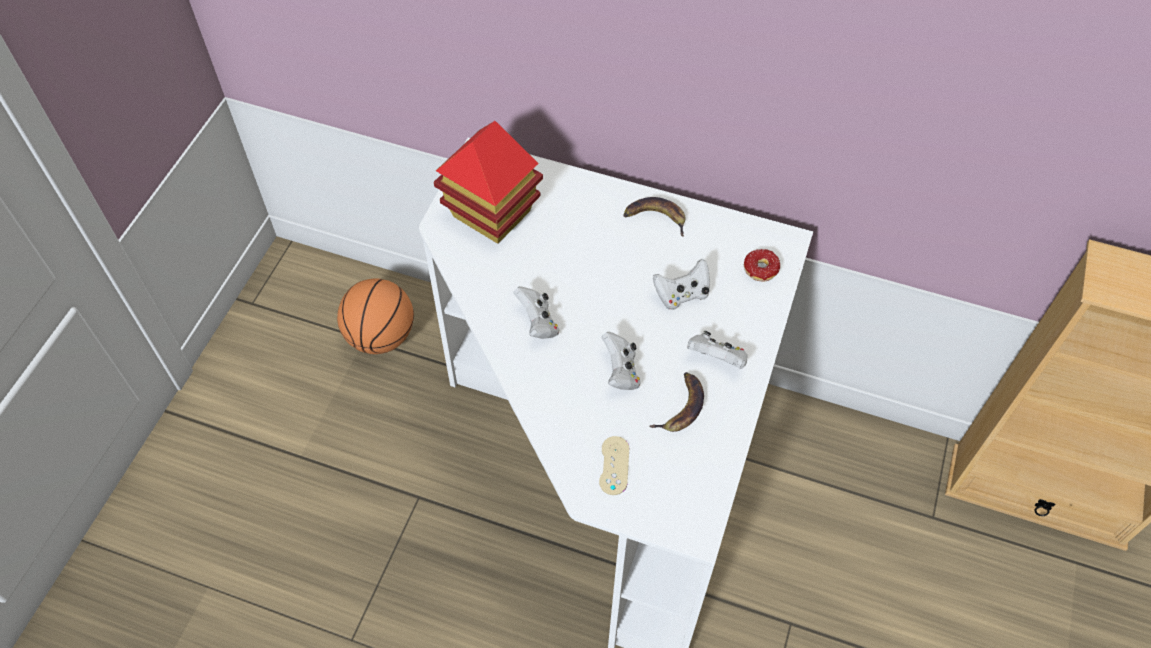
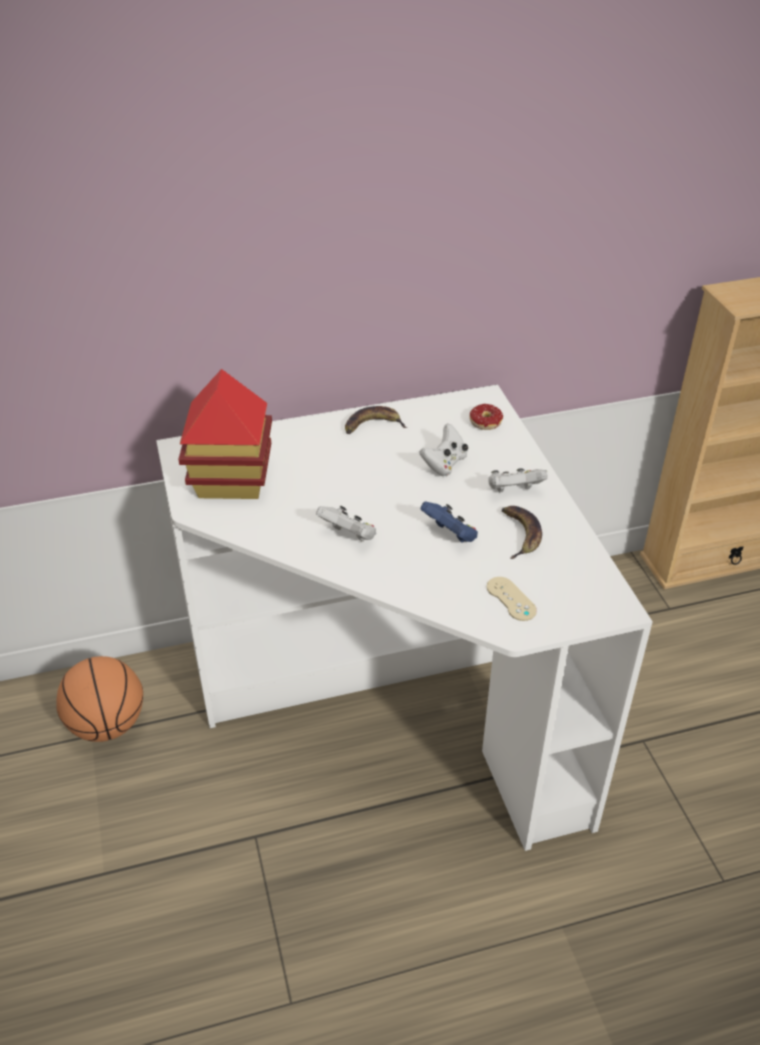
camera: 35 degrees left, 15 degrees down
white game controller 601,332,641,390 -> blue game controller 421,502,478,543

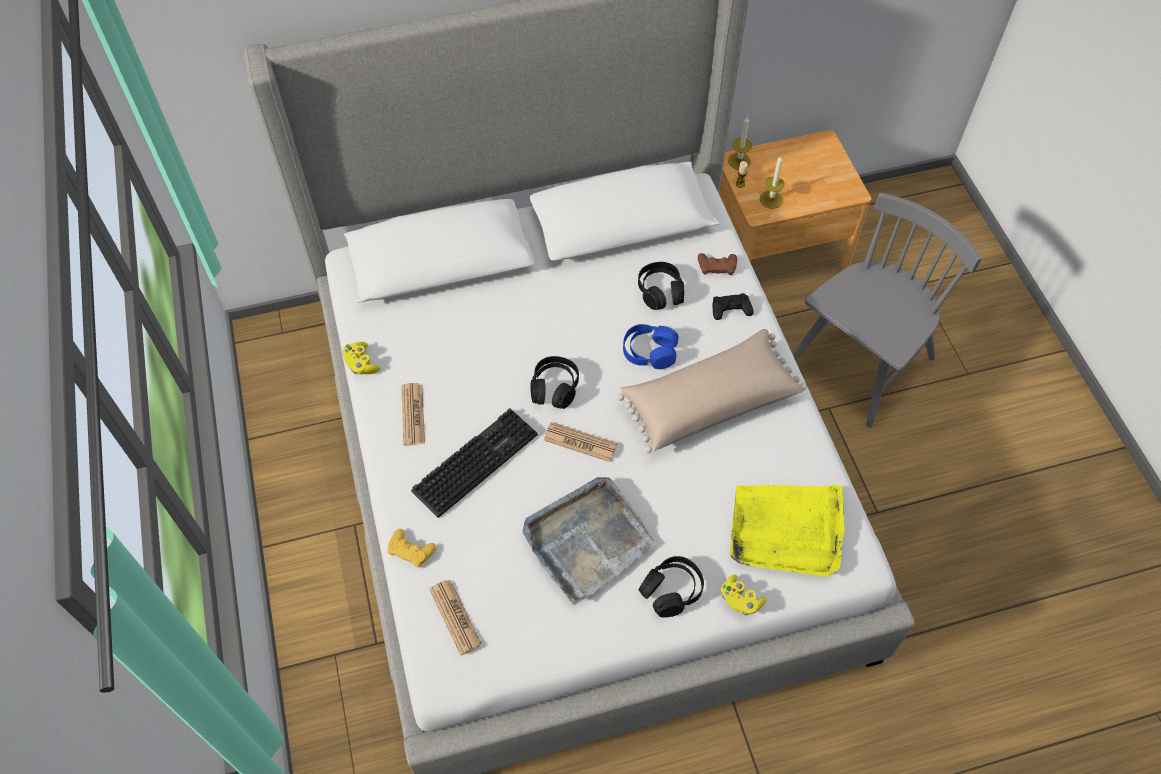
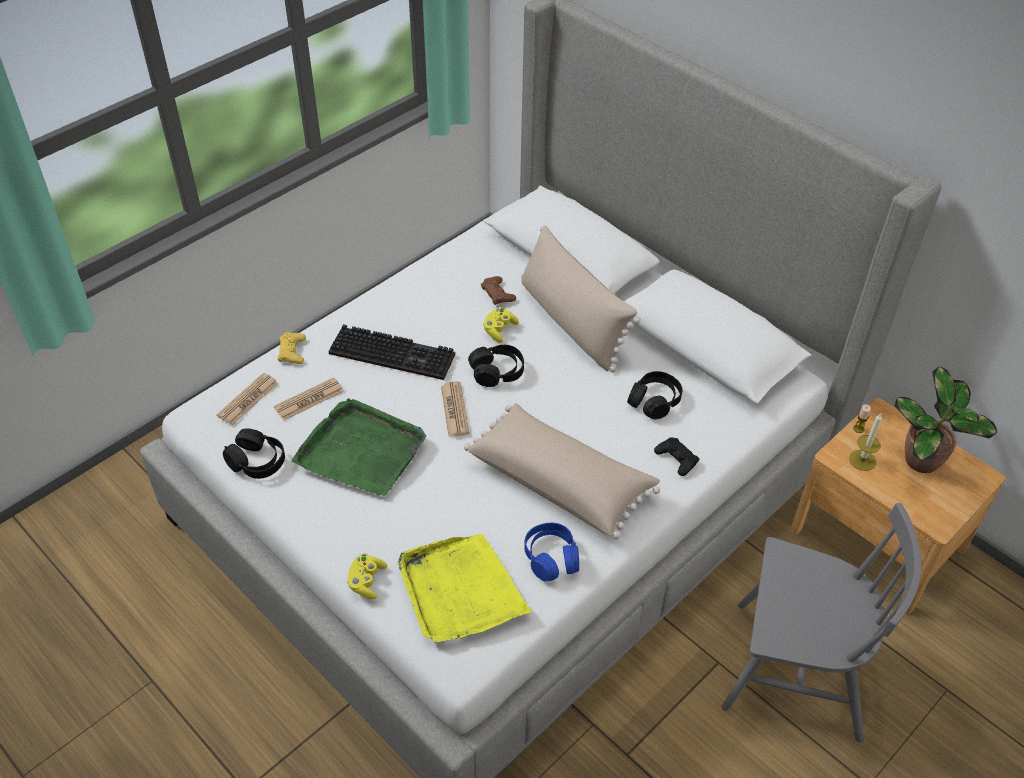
camera: 60 degrees right, 10 degrees down
yellow game controller 343,342,380,374 -> yellow game controller 483,307,519,343, move
newspaper 401,383,425,446 -> newspaper 274,377,344,421, move
grey tray 522,477,655,605 -> green tray 292,398,426,496
blue headphones 623,324,679,369 -> blue headphones 524,523,579,582, move
black headphones 639,556,704,618 -> black headphones 223,428,285,479, move
brown game controller 698,253,737,275 -> brown game controller 481,276,516,305, move
candle 728,117,752,169 -> none
none -> beige pillow 521,225,641,372
none -> potted plant 895,367,997,473

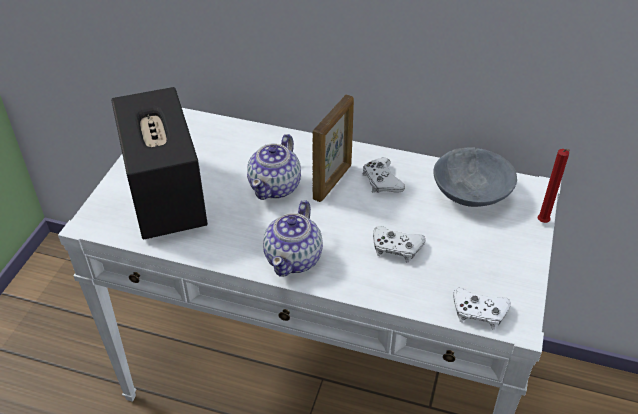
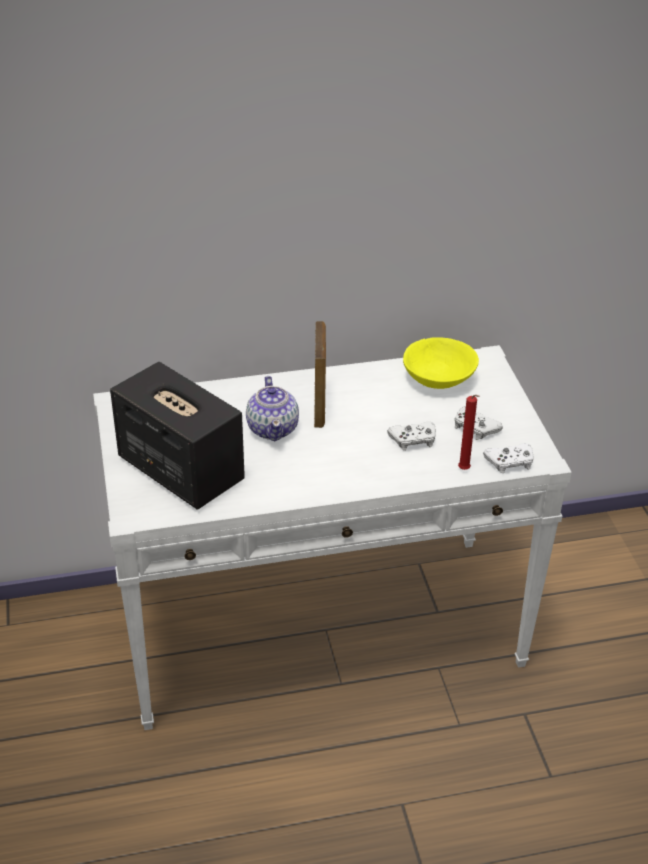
camera: 30 degrees left, 5 degrees down
teapot 263,200,323,277 -> none
white game controller 363,158,405,193 -> white game controller 455,406,503,440, move
grey bowl 433,147,517,207 -> yellow bowl 403,337,479,389
red candle 538,149,570,223 -> red candle 458,395,480,470, move

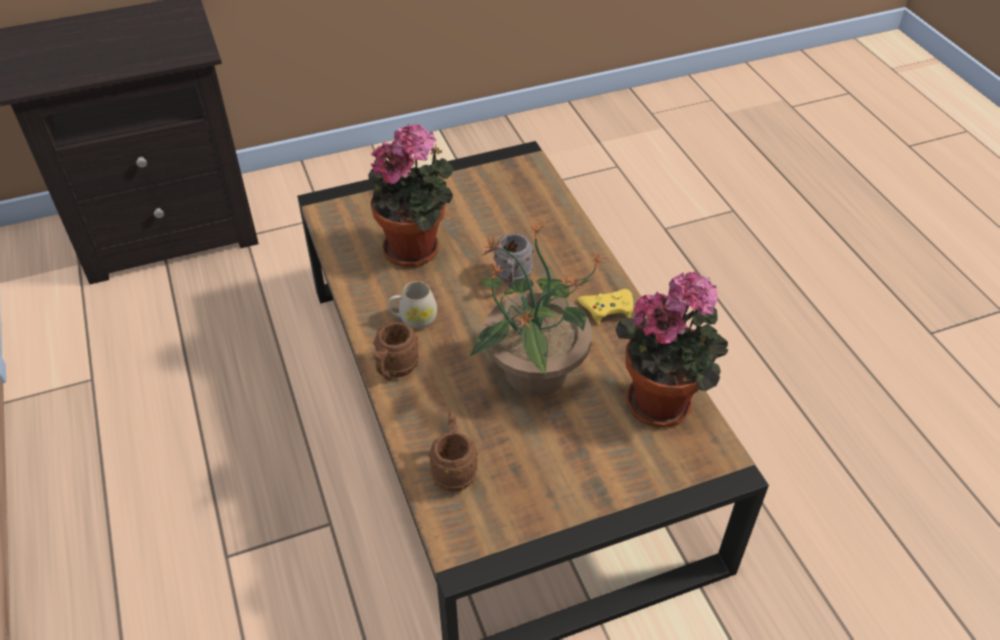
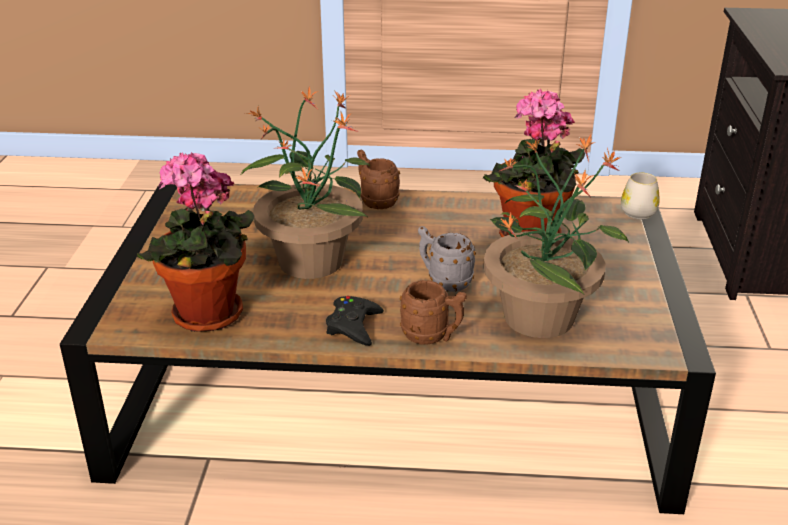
camera: 115 degrees right, 15 degrees down
white mug 387,281,437,329 -> white mug 621,172,660,219, move
brown mug 428,412,478,492 -> brown mug 399,280,467,344, move
yellow game controller 578,289,633,324 -> black game controller 326,296,384,346
none -> potted plant 483,135,629,338

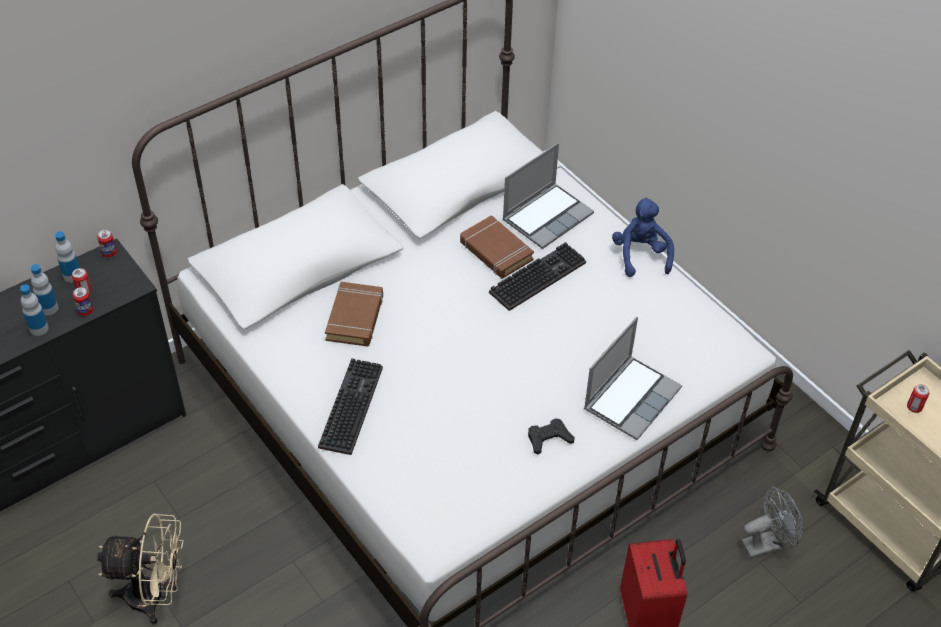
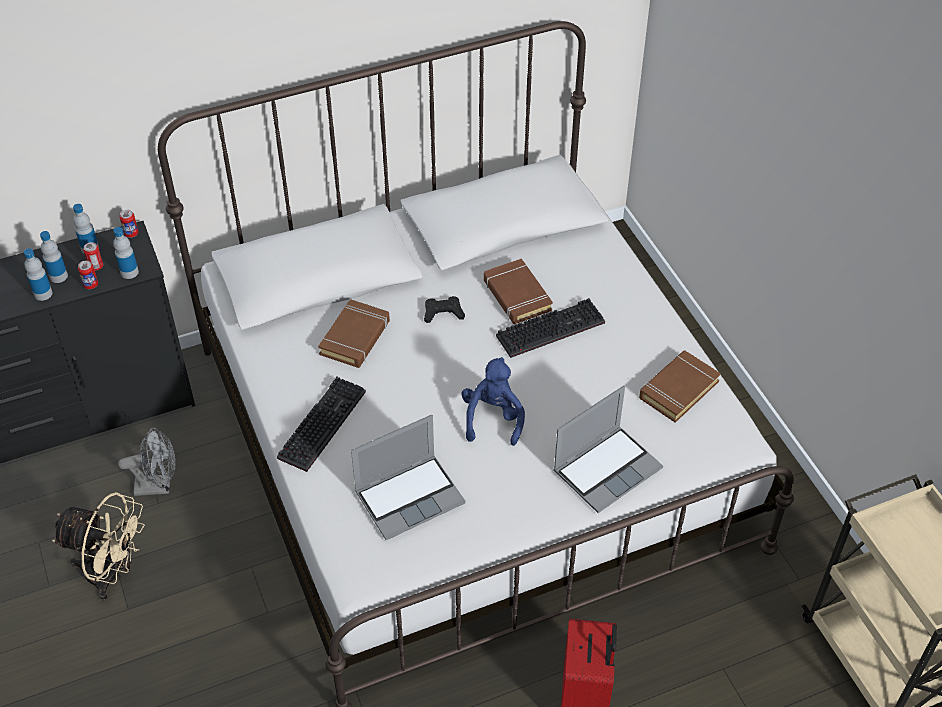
camera: 15 degrees right, 0 degrees up
laptop 503,143,594,249 -> laptop 351,415,466,540, move
black game controller 528,419,575,455 -> black game controller 424,296,465,323, move
blue plush toy 612,198,674,277 -> blue plush toy 461,357,525,446, move
grey fan 741,486,803,559 -> grey fan 118,428,176,496, move
can 907,384,929,413 -> none
none -> bottle 113,227,139,279
none -> brown book 639,350,721,423

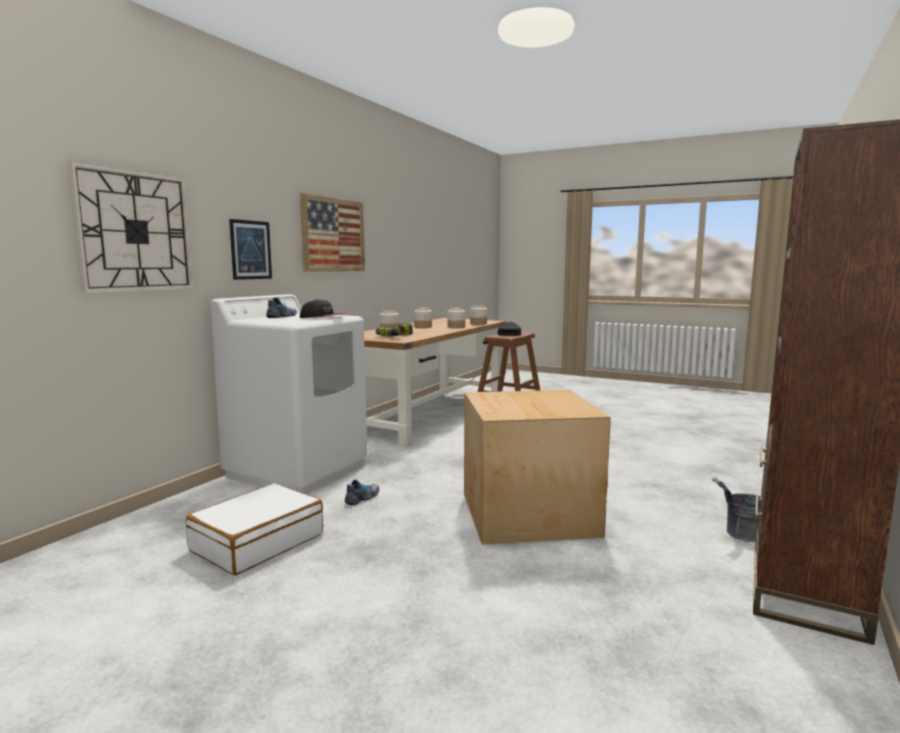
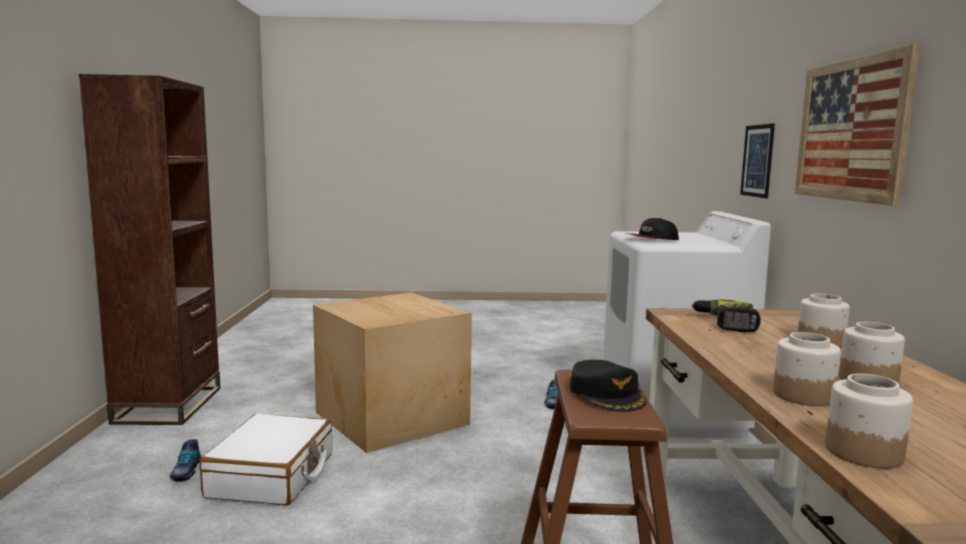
camera: 150 degrees right, 0 degrees up
wall clock 67,161,194,294 -> none
white suitcase 186,483,323,575 -> white suitcase 199,414,332,506, move
shoe 266,297,297,318 -> shoe 169,439,201,482, move
grey bucket 712,477,761,542 -> none

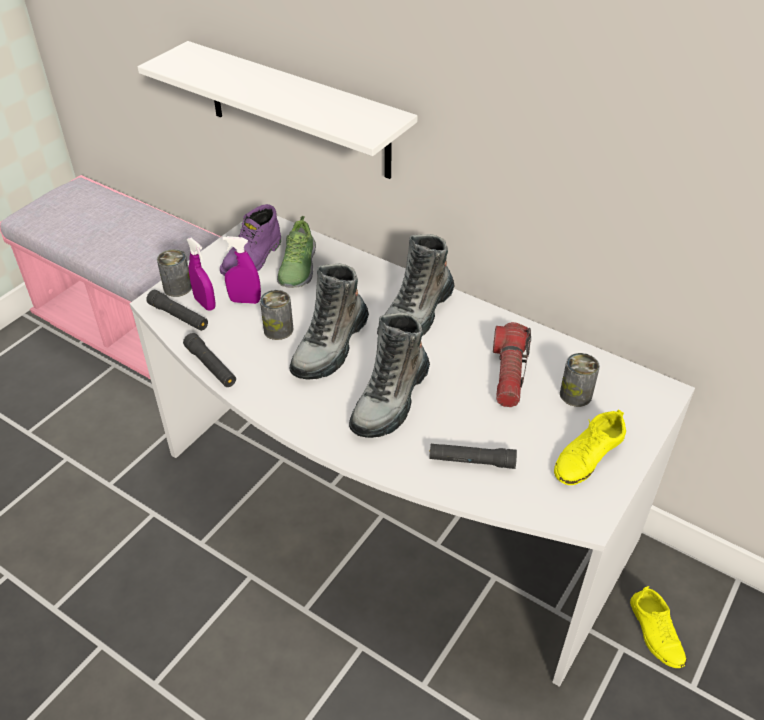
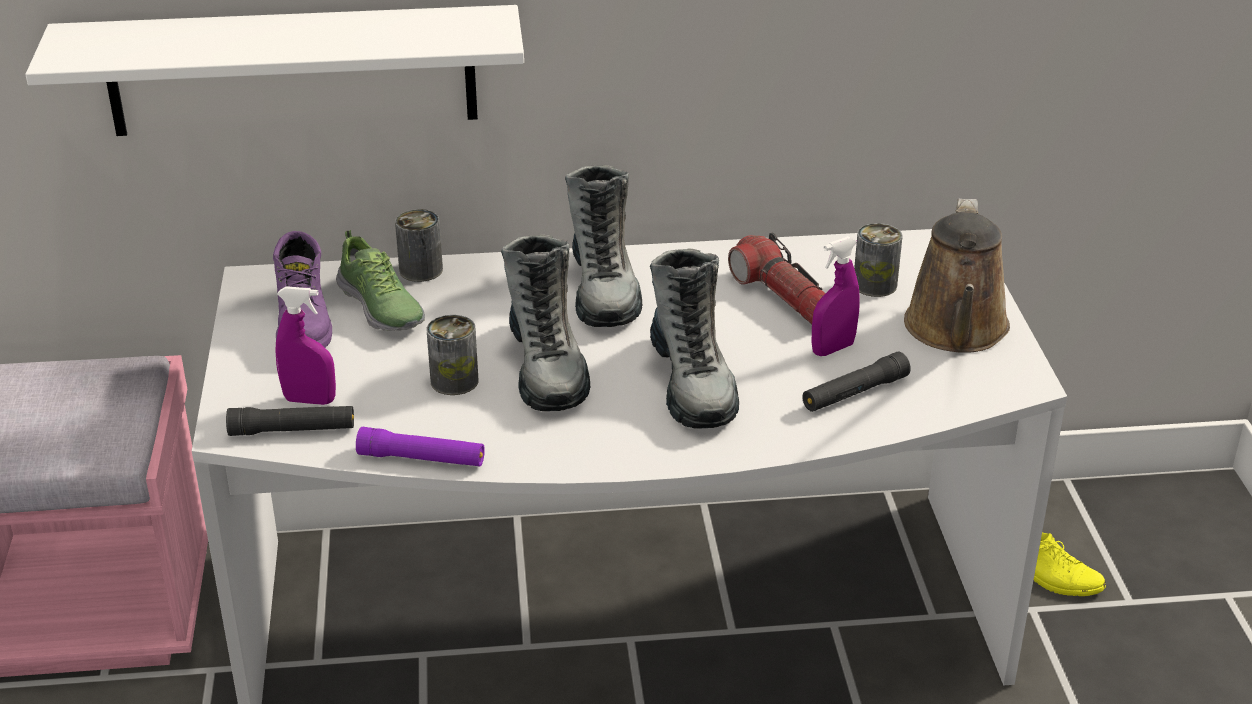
camera: 40 degrees left, 10 degrees down
can 157,249,192,297 -> can 395,209,443,282, move
black flashlight 183,333,236,387 -> purple flashlight 356,427,485,466
purple spray bottle 223,236,261,304 -> purple spray bottle 812,236,860,356, move
yellow shoe 554,409,626,485 -> brown watering can 904,199,1010,353

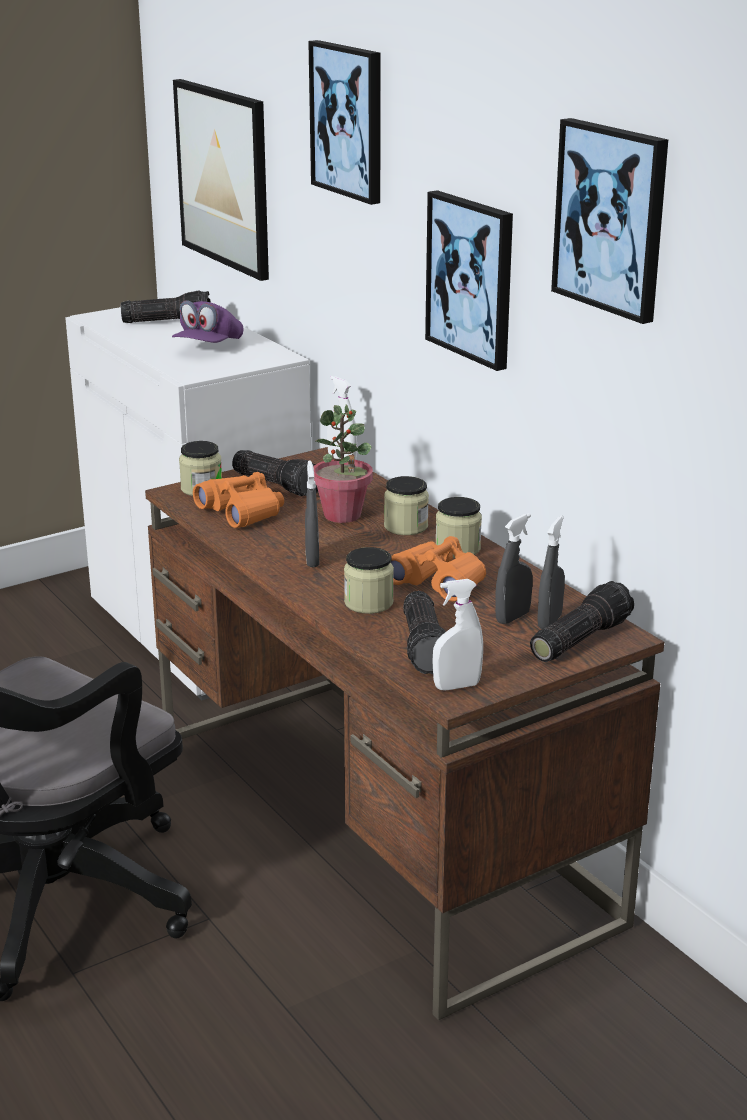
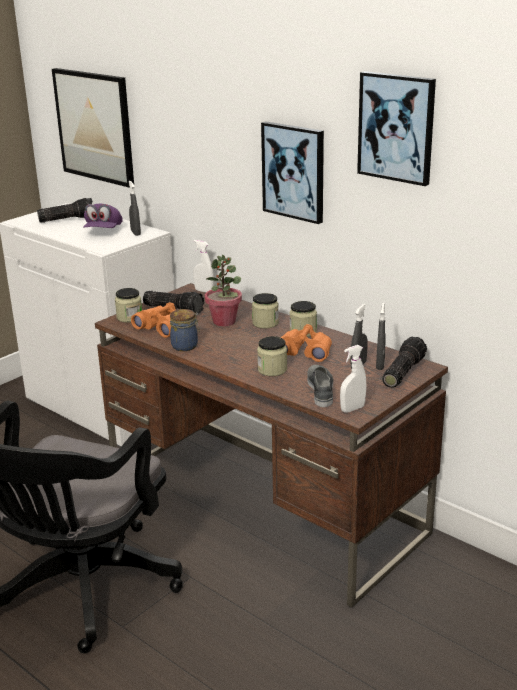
camera: 15 degrees left, 0 degrees up
grey spray bottle 305,460,319,567 -> grey spray bottle 129,181,141,236, move
picture 308,40,381,205 -> none
flashlight 403,591,446,674 -> grey shoe 307,365,333,407
none -> jar 170,309,200,351

